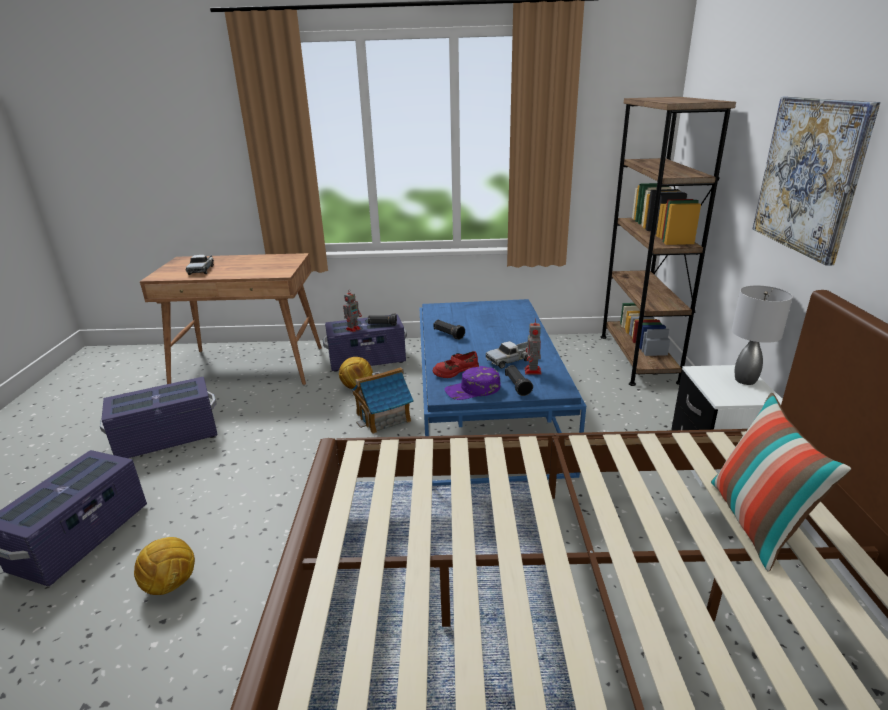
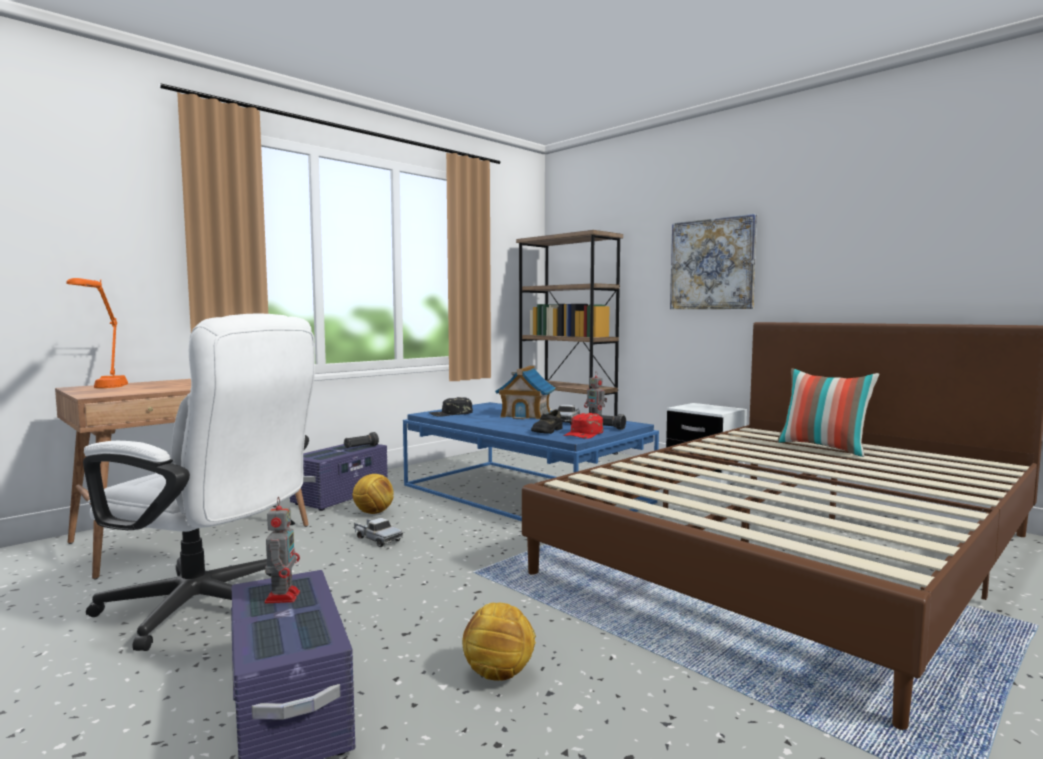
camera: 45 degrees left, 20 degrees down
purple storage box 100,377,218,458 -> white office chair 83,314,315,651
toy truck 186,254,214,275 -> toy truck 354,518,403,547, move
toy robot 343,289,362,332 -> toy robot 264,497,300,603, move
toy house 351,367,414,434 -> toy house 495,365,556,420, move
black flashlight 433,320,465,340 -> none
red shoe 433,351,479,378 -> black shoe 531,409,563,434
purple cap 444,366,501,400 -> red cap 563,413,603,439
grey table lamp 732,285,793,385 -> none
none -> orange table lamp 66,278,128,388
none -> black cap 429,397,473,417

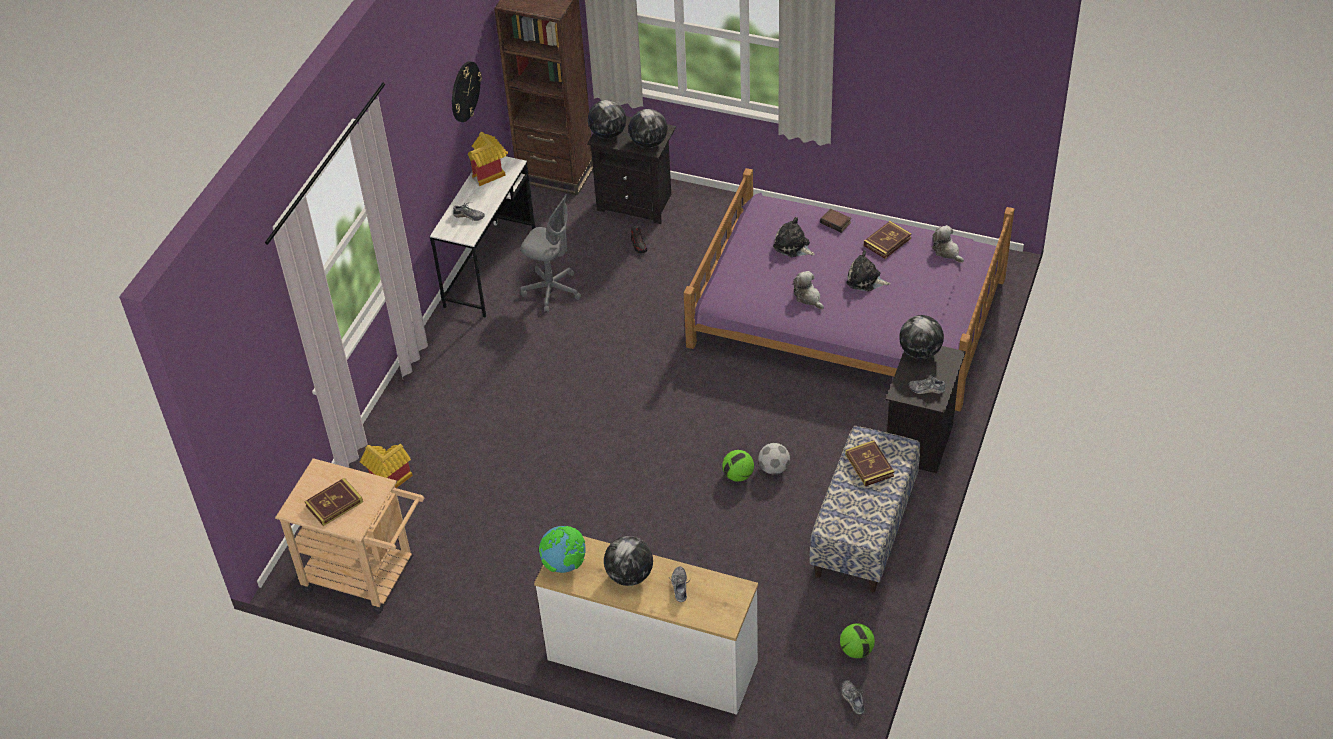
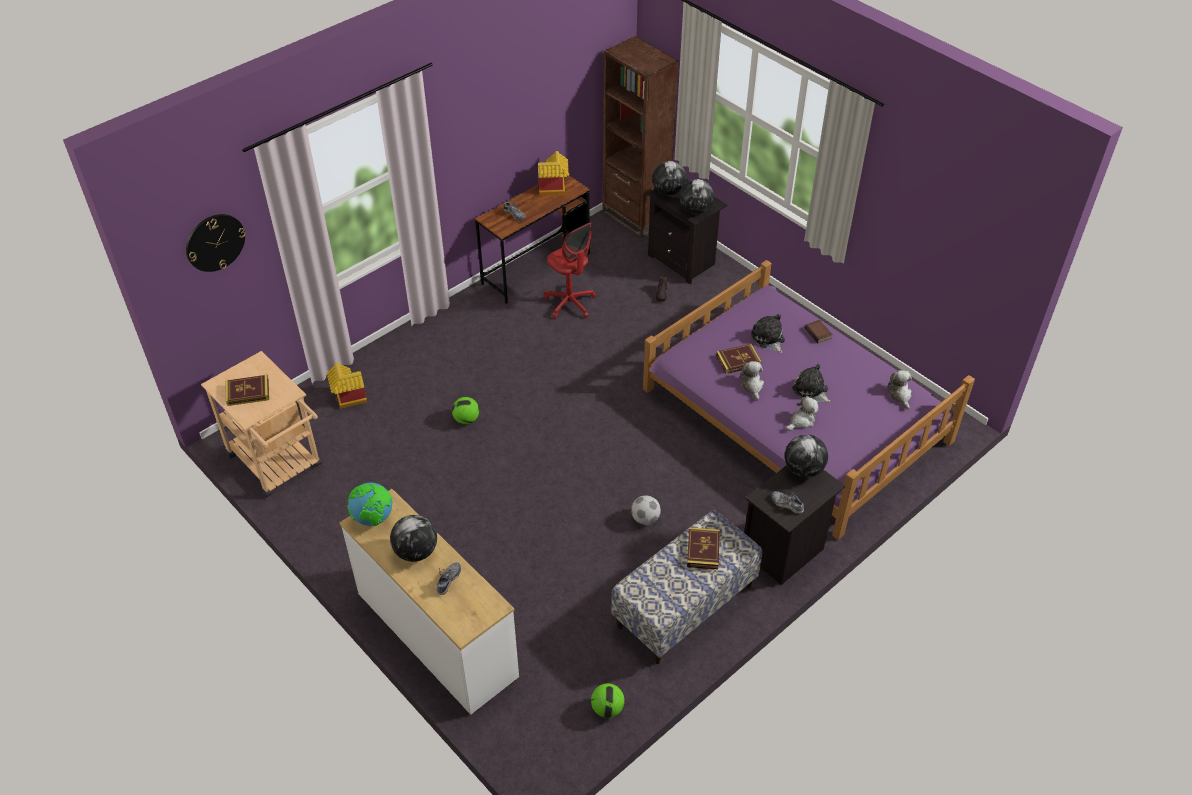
camera: 25 degrees right, 0 degrees up
white desk 430,156,535,317 -> brown desk 475,176,591,304
wall clock 452,61,482,122 -> wall clock 186,214,246,272, move
grey office chair 520,194,581,312 -> red office chair 544,222,596,318
football 722,450,754,482 -> football 452,397,479,424, move
shoe 842,680,865,714 -> none
book 864,221,911,259 -> book 716,344,762,374, move
none -> plush toy 786,396,819,431

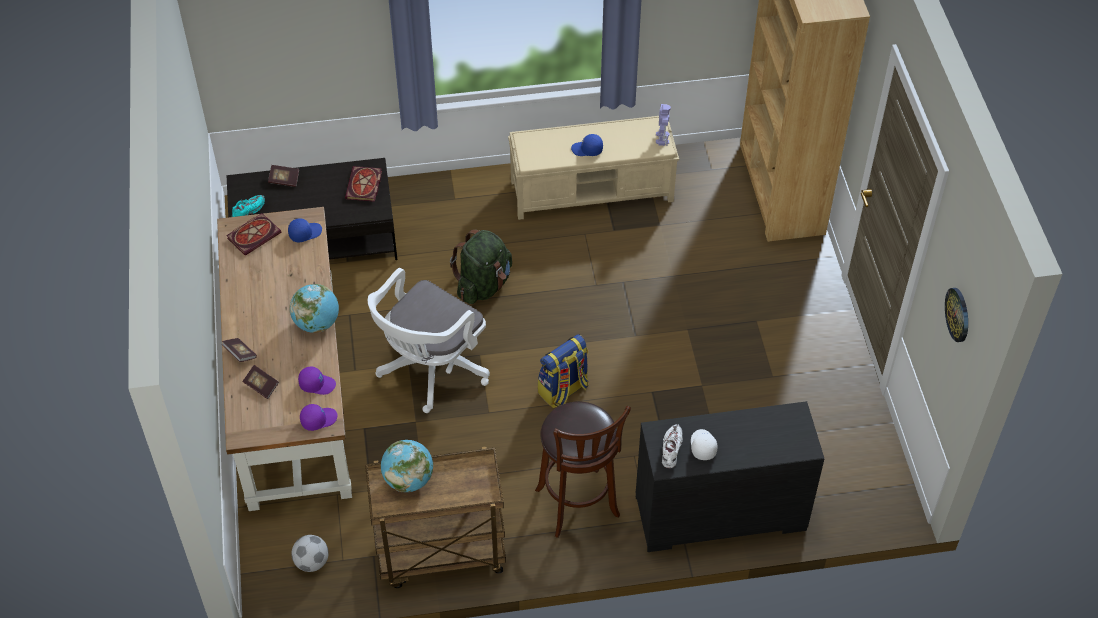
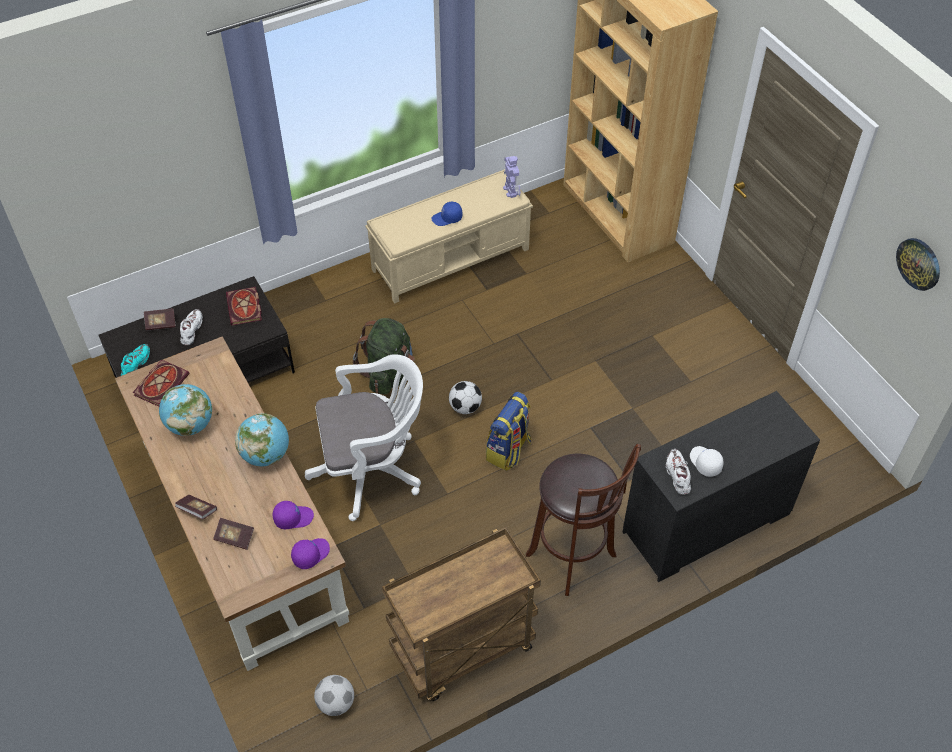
camera: 20 degrees left, 0 degrees up
blue cap 288,218,322,242 -> none
white office chair 368,268,490,413 -> white office chair 305,354,423,521, 120 degrees counterclockwise
globe 381,440,433,492 -> globe 159,384,212,436, move
none -> white shoe 180,309,203,345
none -> football 449,381,482,414

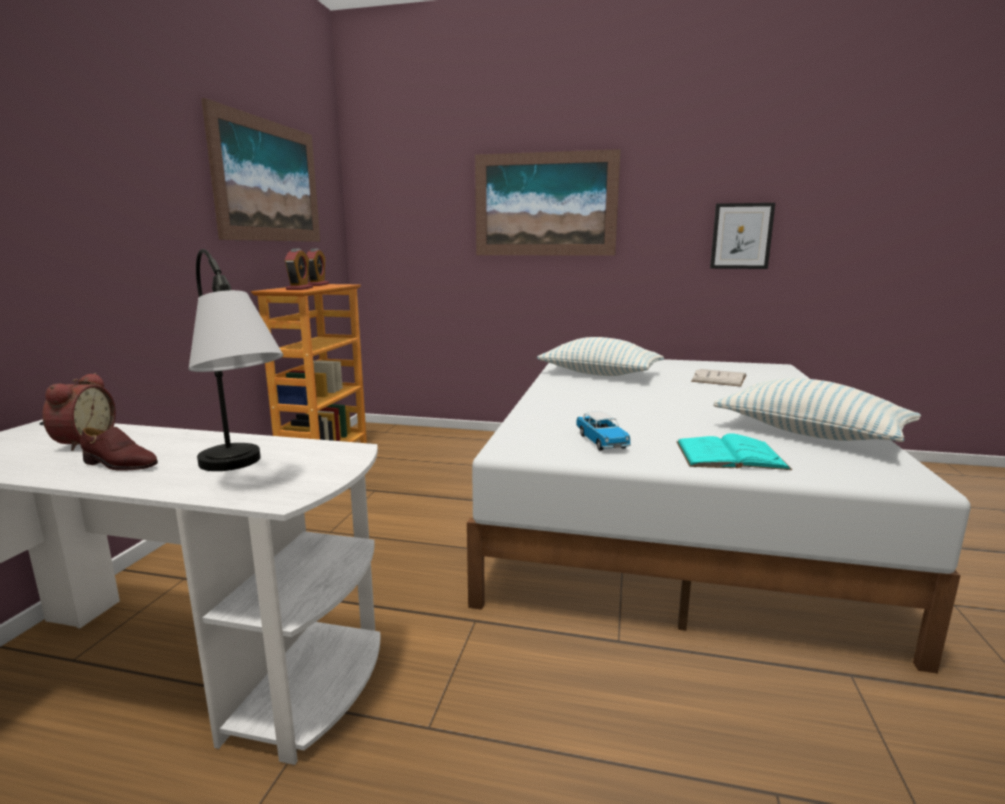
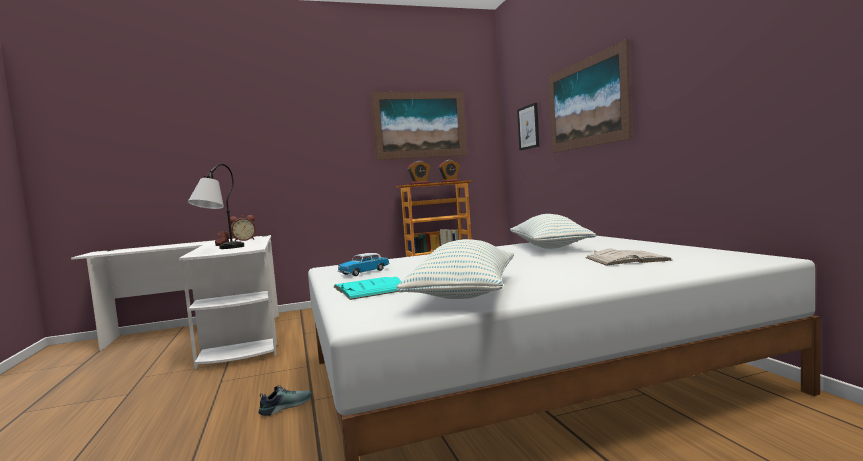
camera: 60 degrees right, 10 degrees down
picture 710,203,775,269 -> picture 517,103,539,151, move
none -> shoe 258,385,311,416

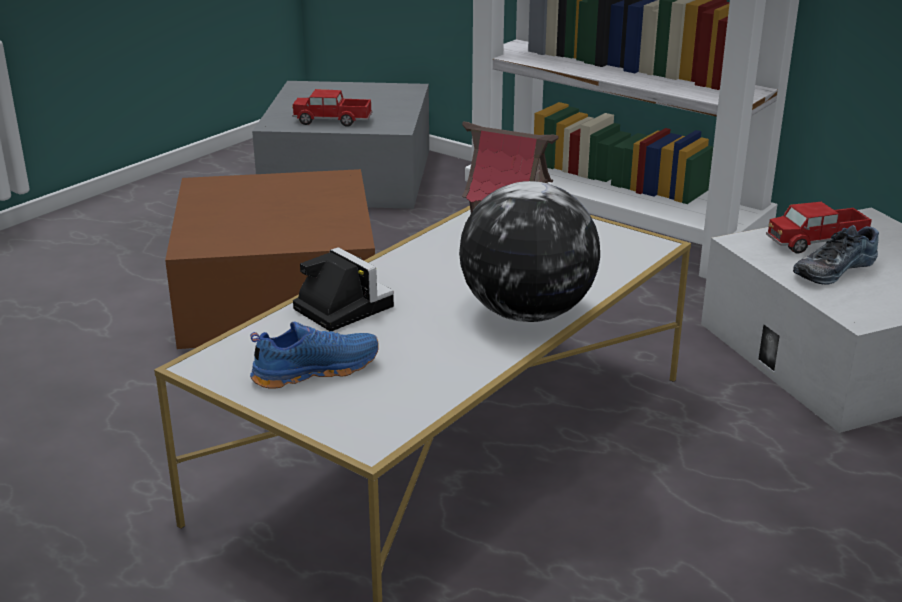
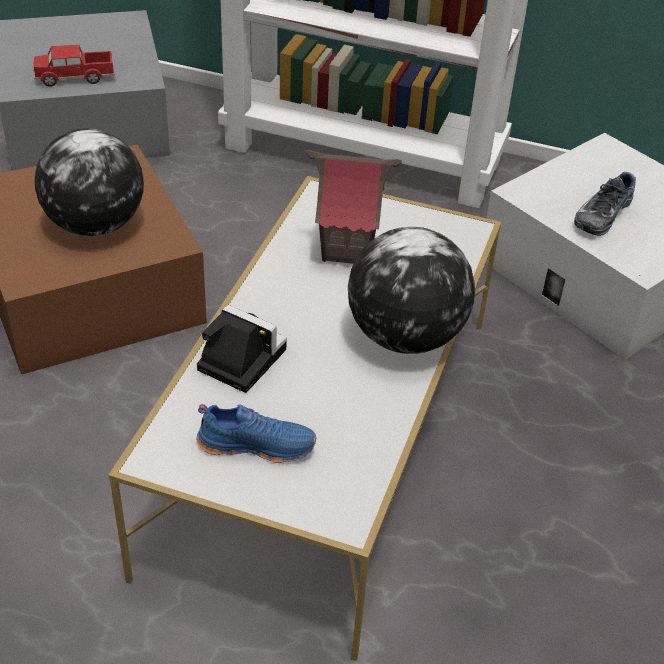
camera: 20 degrees left, 15 degrees up
blue shoe 250,321,379,389 -> blue shoe 196,404,316,463, 45 degrees clockwise
toy truck 766,202,872,254 -> none
none -> globe 34,128,144,236

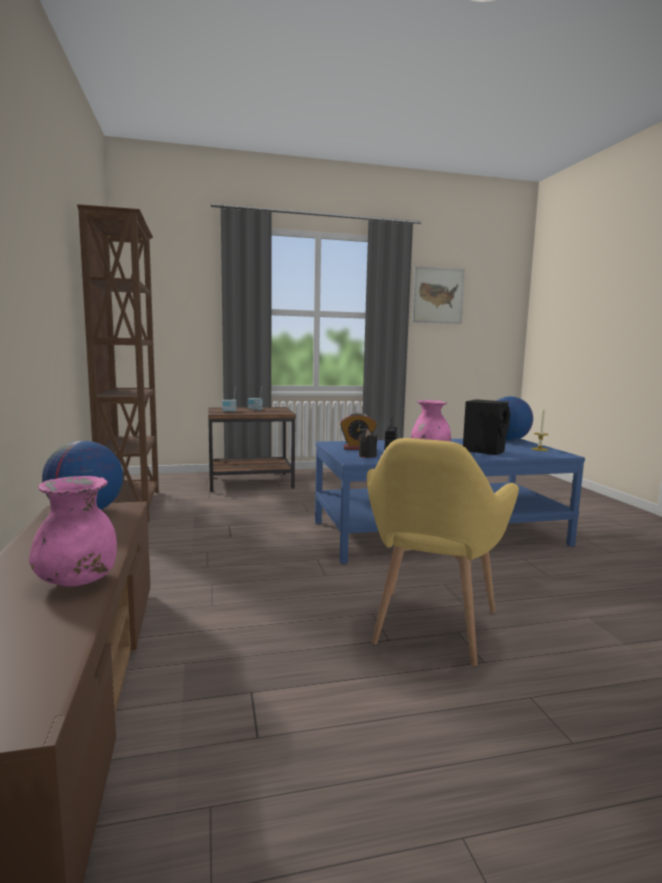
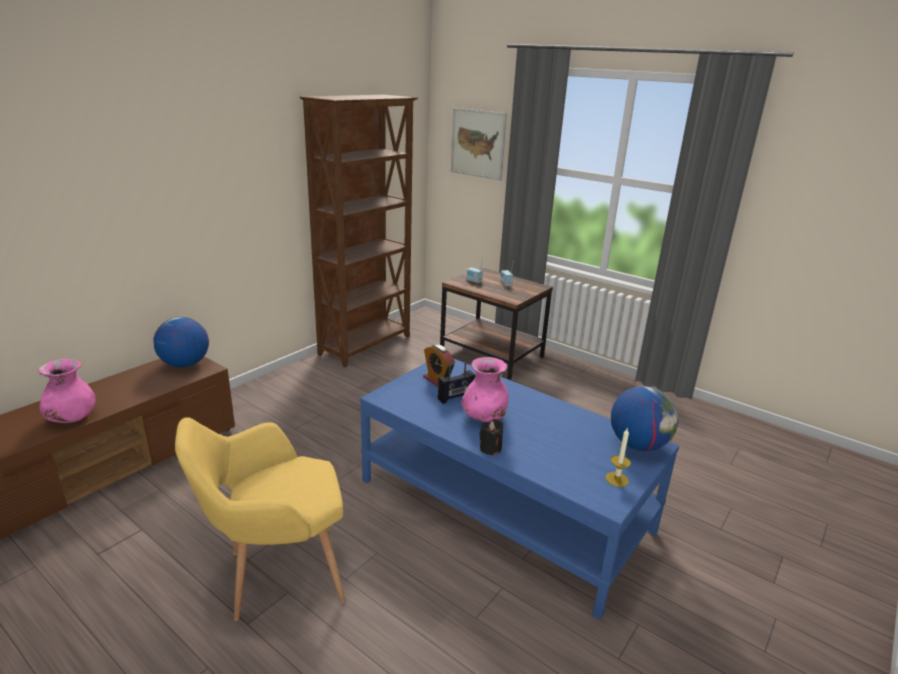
camera: 50 degrees right, 15 degrees up
black candle 359,430,377,458 -> black candle 479,419,503,456, move
picture 412,266,465,324 -> picture 450,108,507,181, move
black speaker 463,399,510,455 -> none

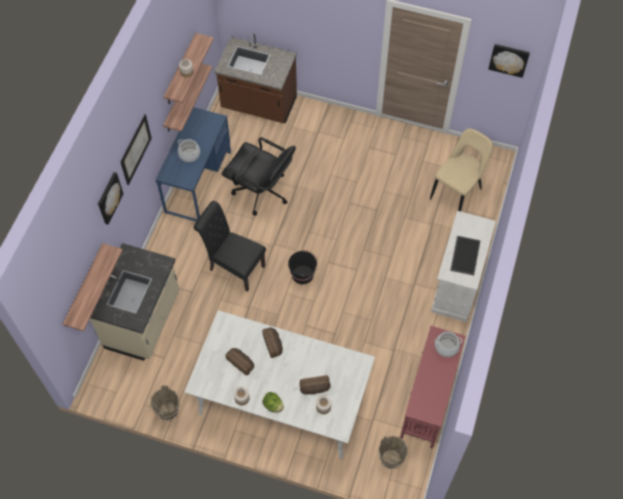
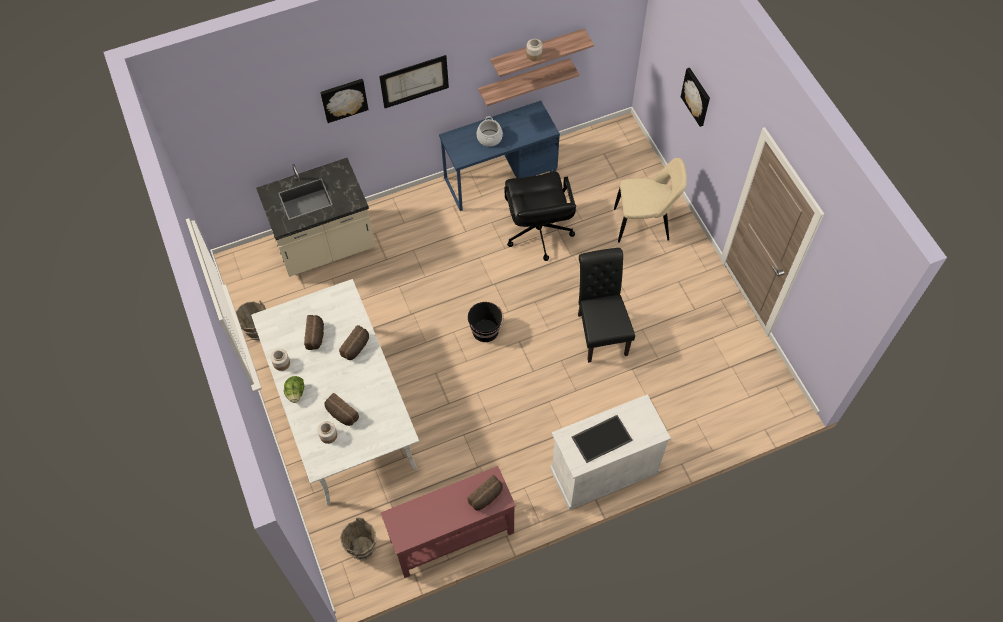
camera: 50 degrees right, 0 degrees up
shelf 63,243,122,331 -> none
black chair 193,201,266,292 -> black chair 578,248,635,363, move
brown counter 214,33,297,123 -> none
beige chair 430,128,493,211 -> beige chair 614,158,687,243, move
cooking pot 435,332,462,357 -> bread 468,475,503,510
picture 488,44,530,78 -> picture 681,68,710,127, move

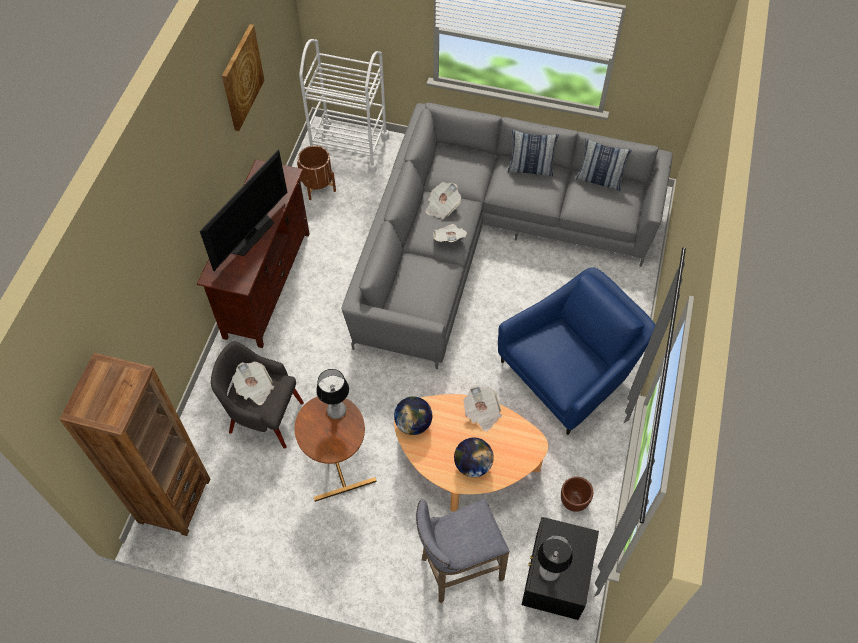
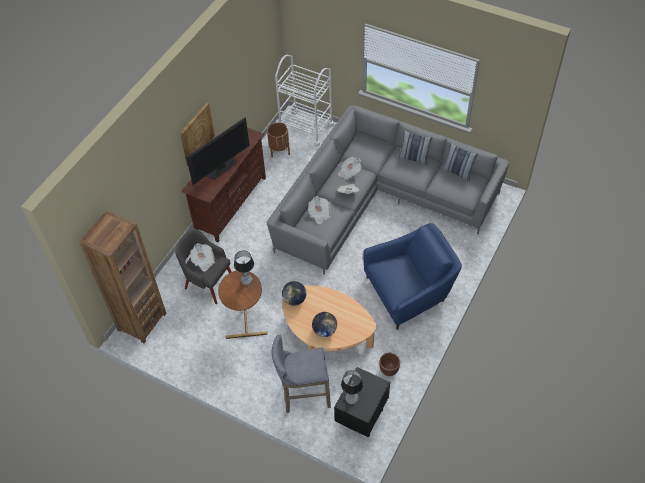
camera: 15 degrees right, 5 degrees down
picture 222,24,264,131 -> picture 180,102,215,166, move
newspaper 463,385,502,431 -> newspaper 308,196,331,224, move

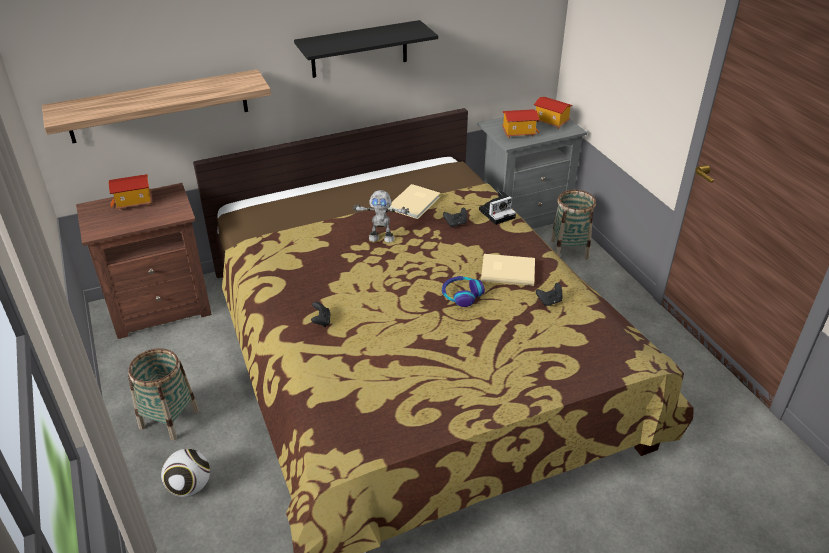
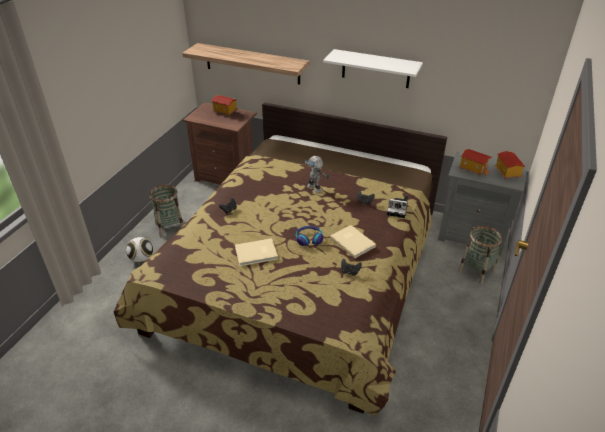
camera: 45 degrees right, 0 degrees up
black shelf 294,20,438,78 -> white shelf 323,49,423,88
beige book 388,184,440,219 -> beige book 235,238,278,266, move

